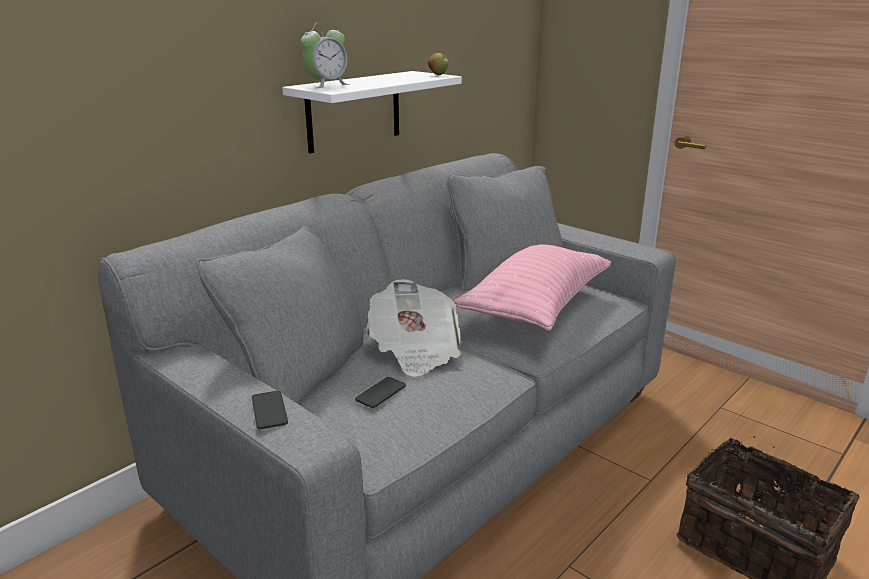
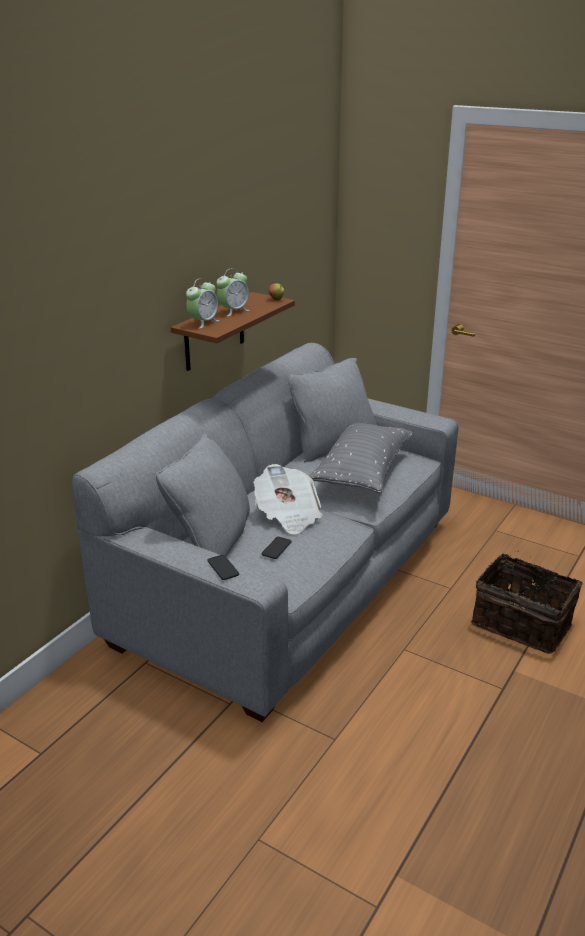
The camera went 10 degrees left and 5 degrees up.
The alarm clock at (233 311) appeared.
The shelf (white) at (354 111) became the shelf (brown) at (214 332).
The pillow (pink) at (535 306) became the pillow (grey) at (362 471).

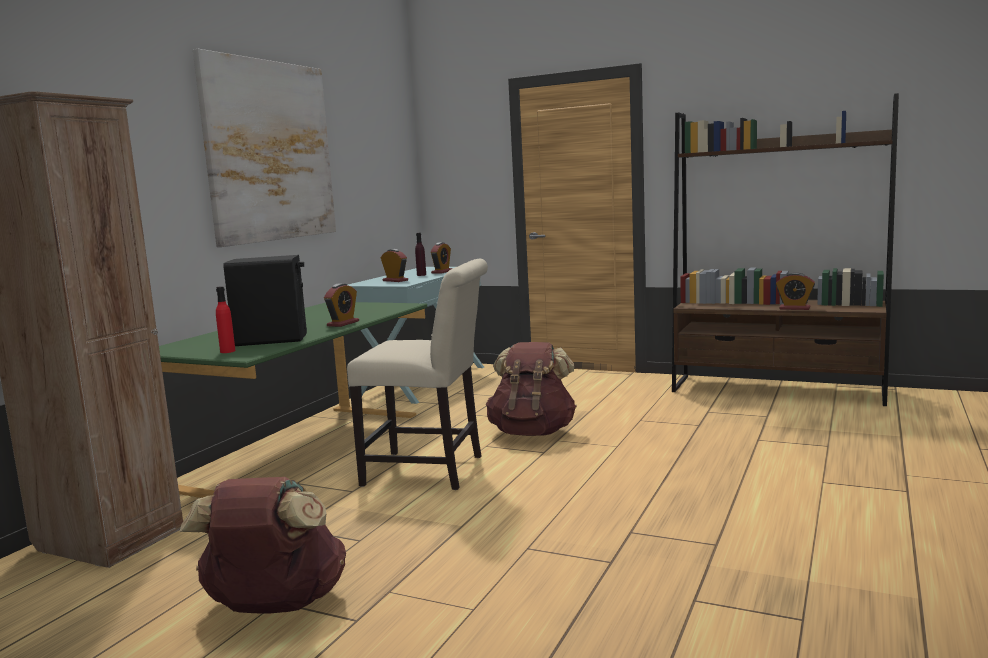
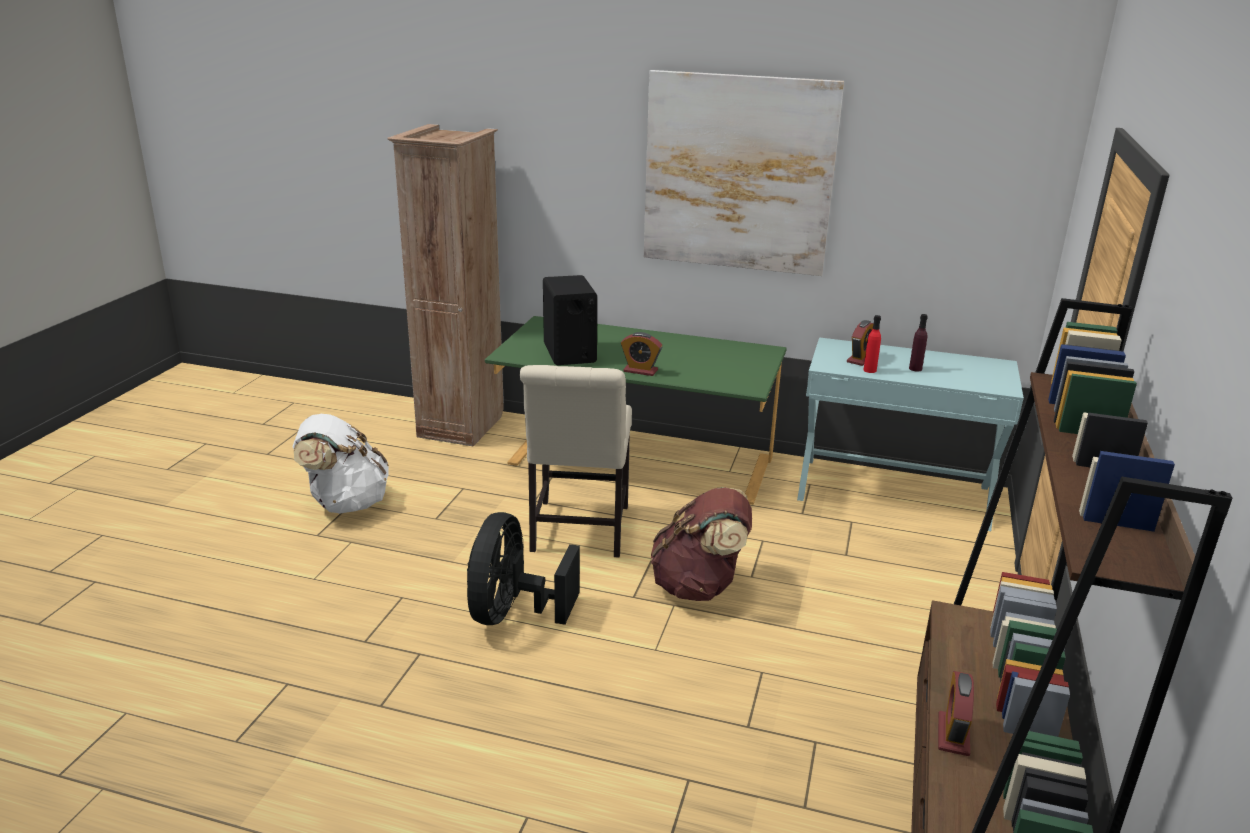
The camera went 80 degrees right and 15 degrees up.
The alarm clock at (442 272) disappeared.
The fan (black) at (513 613) appeared.
The bottle (red) moved from (227 351) to (869 370).
The backpack (brown) at (274 606) became the backpack (white) at (345 503).

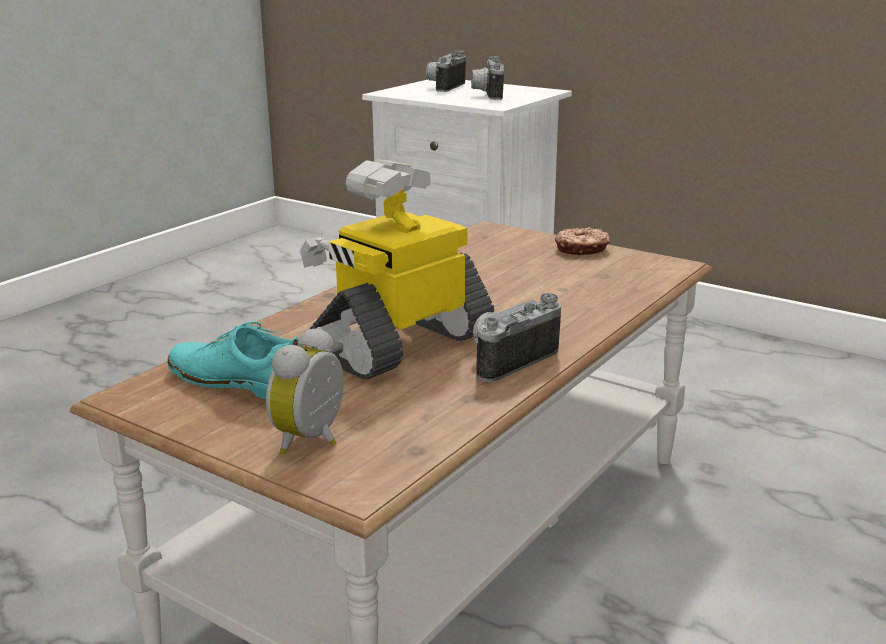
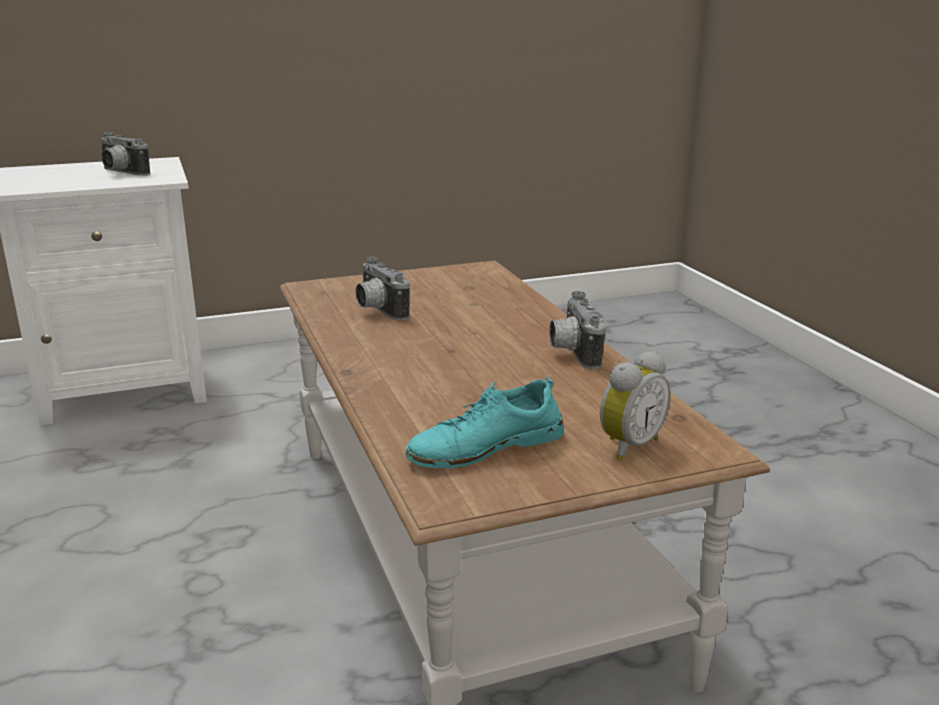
The camera went 55 degrees left and 0 degrees up.
The toy robot at (401 344) disappeared.
The donut at (582 249) disappeared.
The photo camera moved from (444 87) to (377 310).
The alarm clock at (314 441) turned 105 degrees counterclockwise.

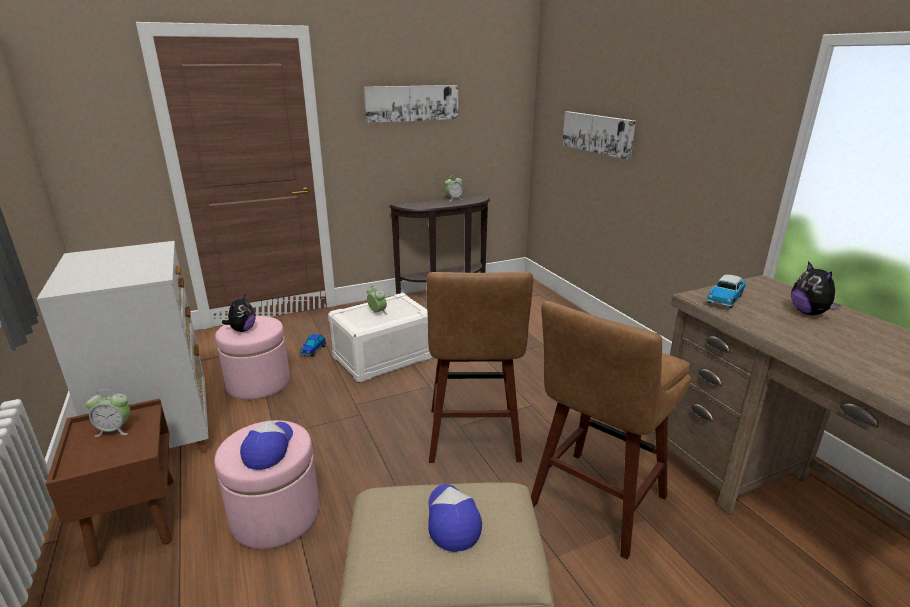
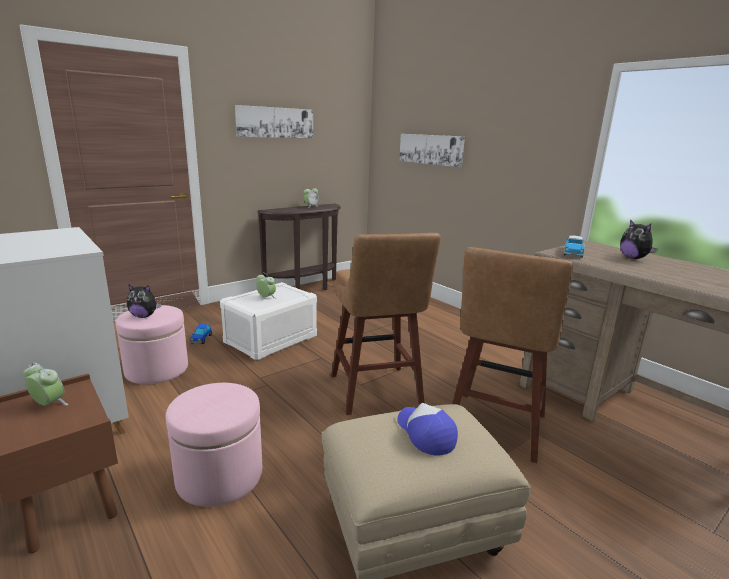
The camera went 15 degrees left and 5 degrees down.
The cap at (269 448) disappeared.
The alarm clock at (115 430) turned 135 degrees counterclockwise.
The plush toy at (242 330) turned 90 degrees clockwise.

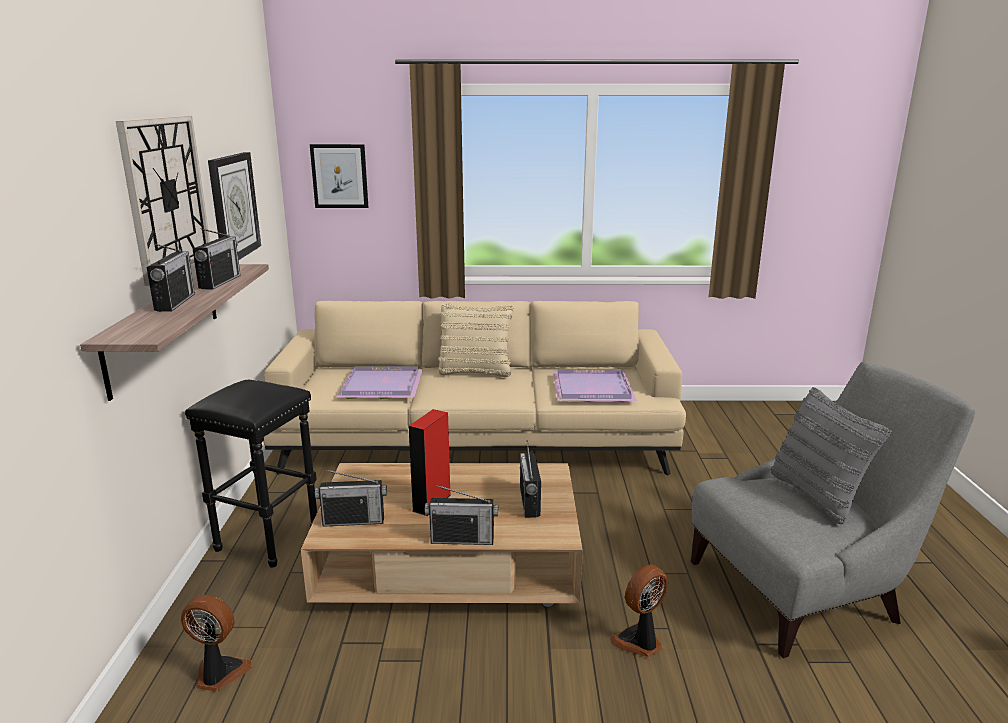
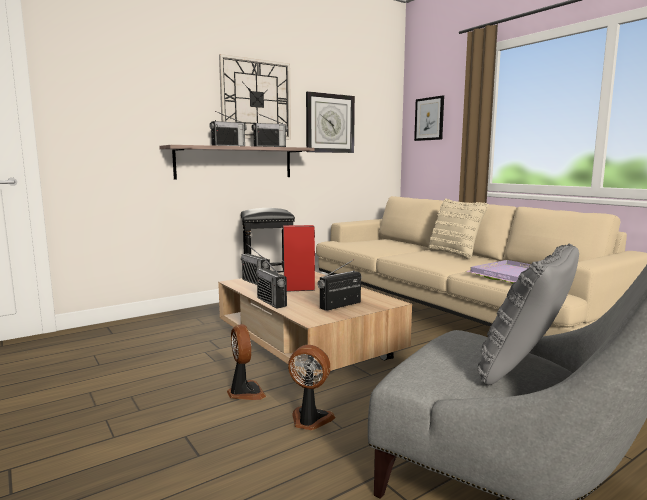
The camera went 55 degrees right and 10 degrees down.
The tray (purple) at (380 386) disappeared.
The fan moved from (219 674) to (245 392).

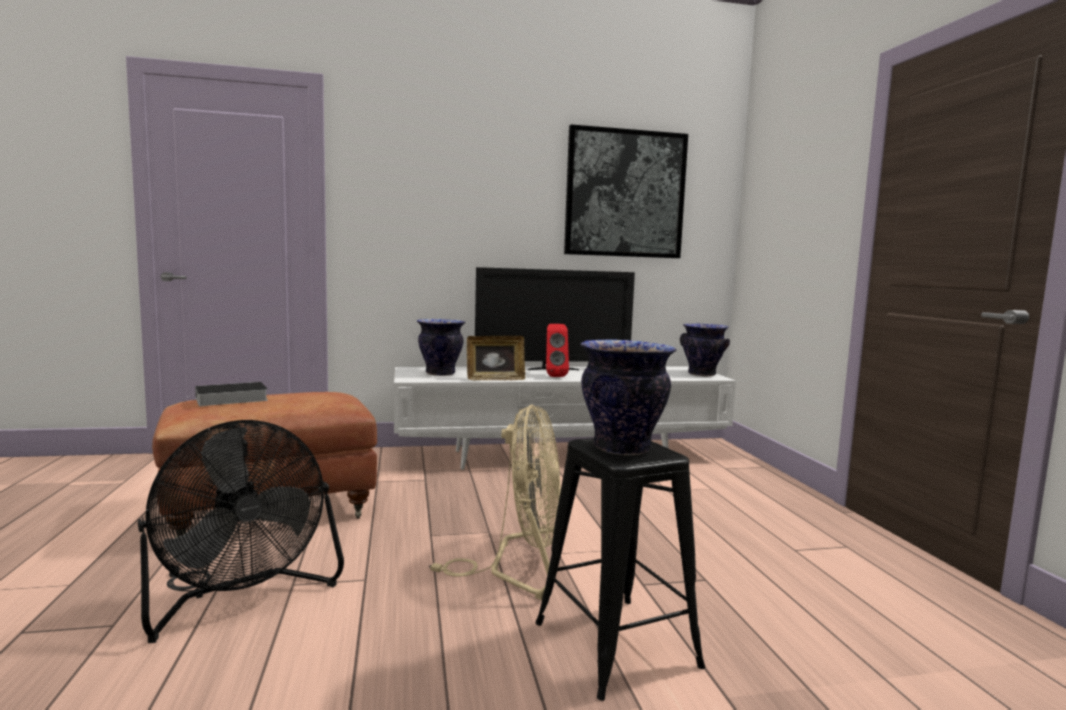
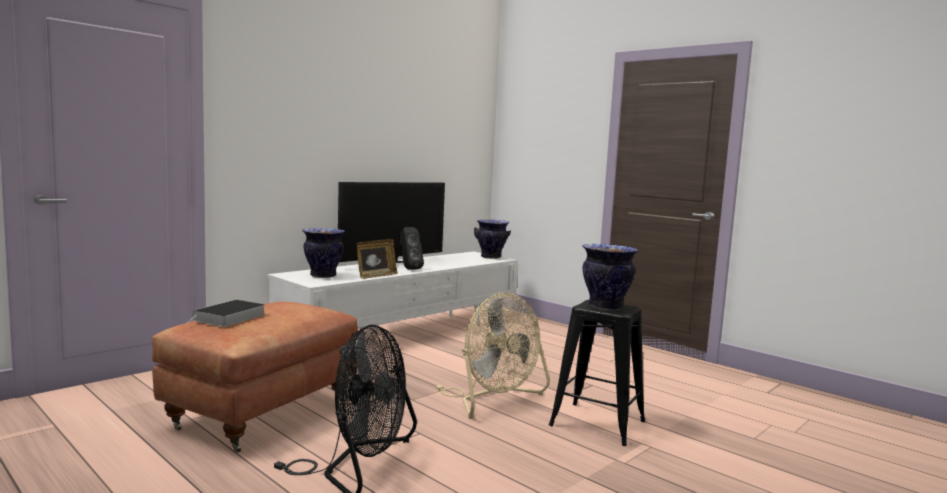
The camera went 35 degrees left and 0 degrees up.
The picture at (625 194) disappeared.
The speaker (red) at (555 376) became the speaker (black) at (408 269).
The fan (beige) at (518 561) turned 75 degrees clockwise.

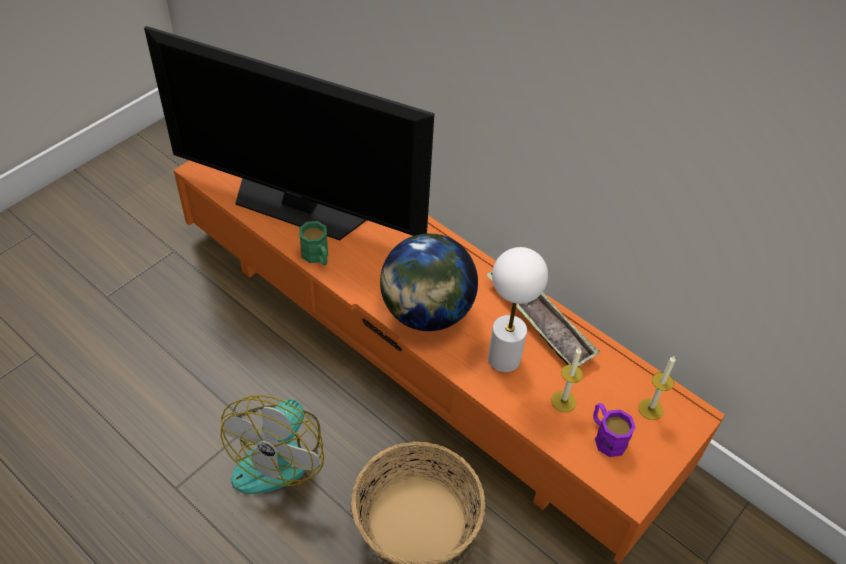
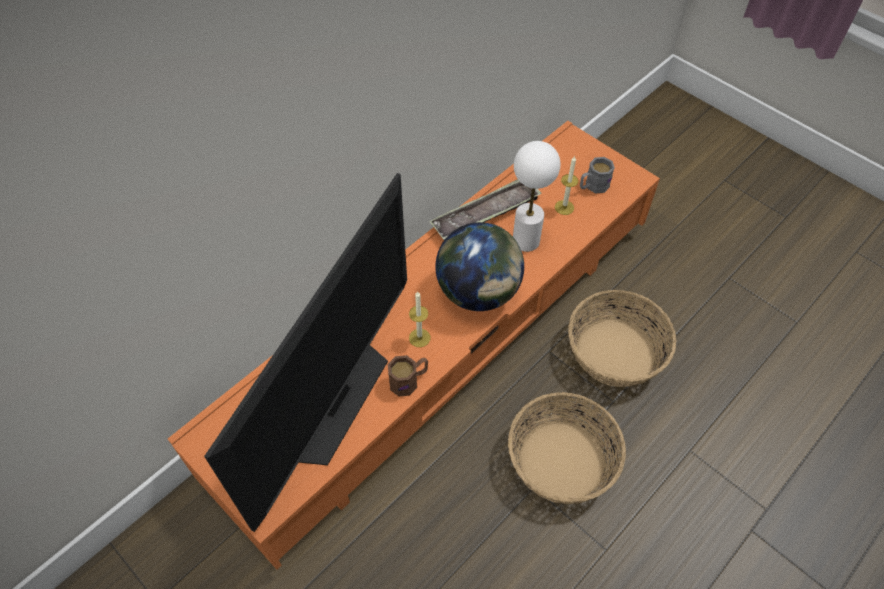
The camera went 85 degrees left and 5 degrees up.
The candle moved from (650 409) to (419 338).
The fan at (278 452) was replaced by the basket at (561 460).
The mug (green) at (317 257) became the mug (brown) at (409 381).
The mug (purple) at (606 437) became the mug (grey) at (593 186).

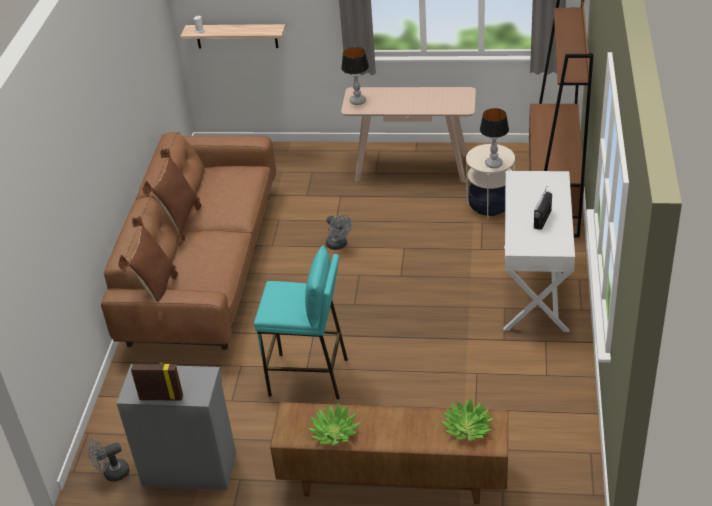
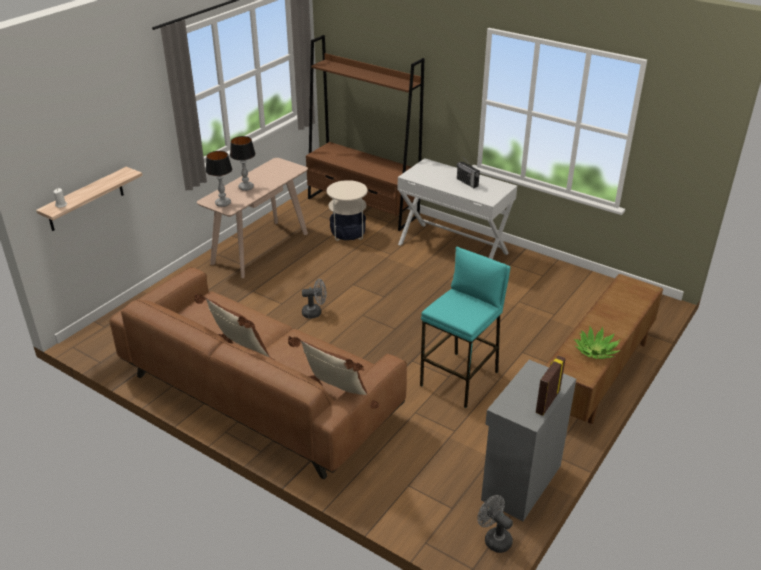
The camera went 65 degrees left and 5 degrees down.
The potted plant at (467 427) disappeared.
The table lamp moved from (493 164) to (246 187).
The fan (grey) at (112 473) turned 135 degrees clockwise.

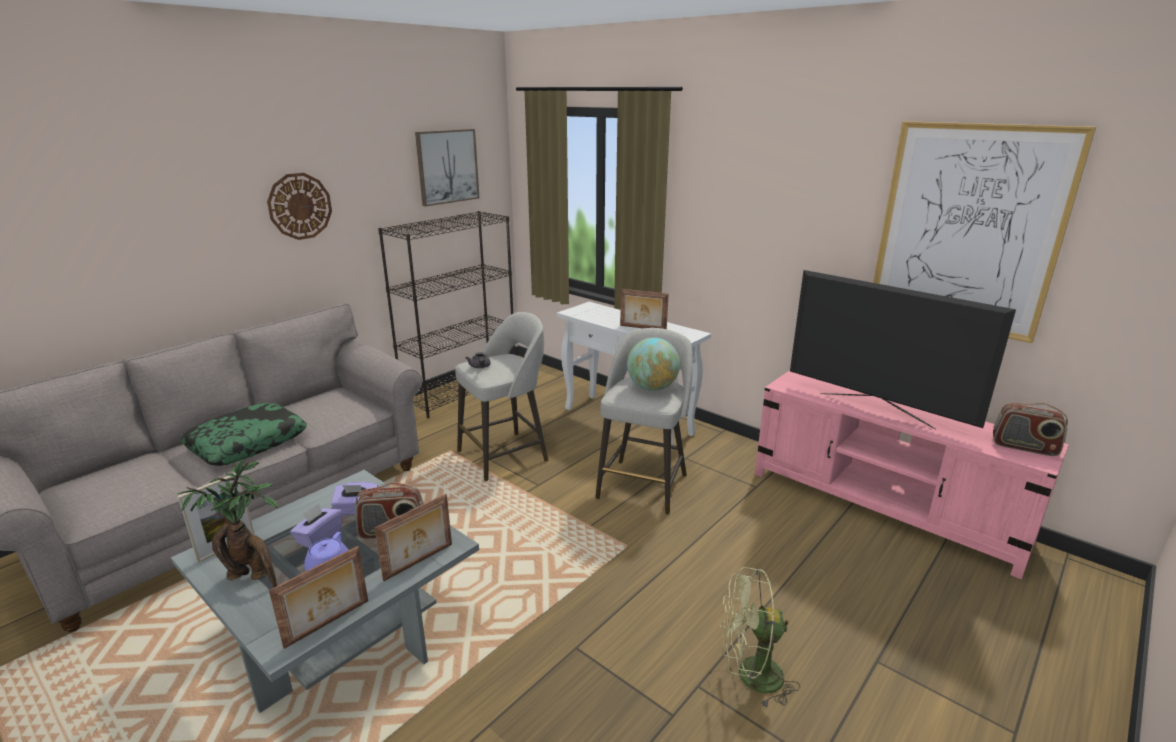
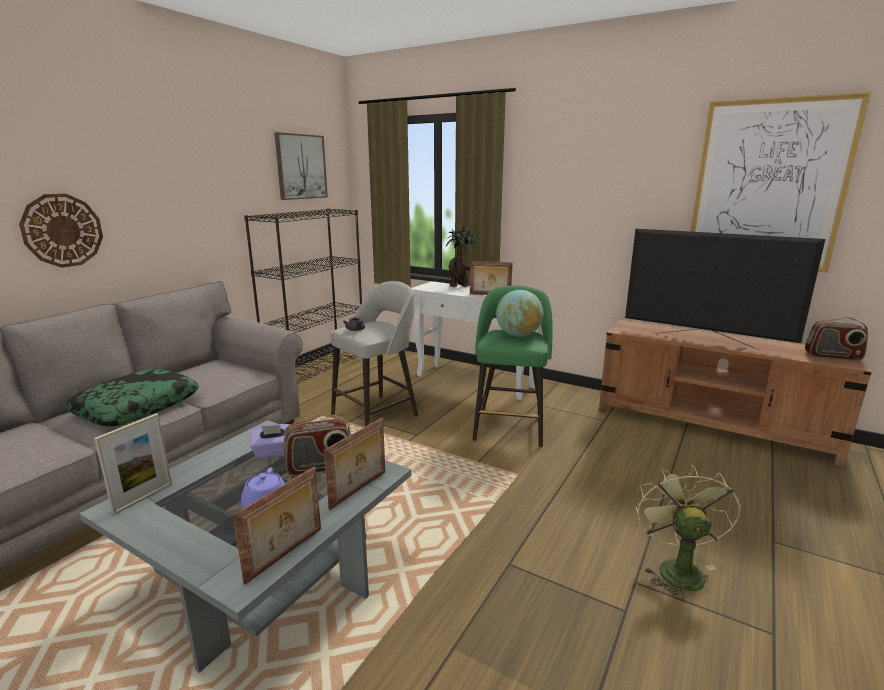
The camera went 10 degrees left and 5 degrees down.
The tissue box (purple) at (319 537) disappeared.
The potted plant moved from (252 576) to (462 287).
The wall clock moved from (300 206) to (62 230).
The stool (grey) at (643 484) became the stool (green) at (510 426).
The tv stand (pink) at (884 506) became the tv stand (brown) at (712 425).
The fan (green) at (750 676) turned 105 degrees clockwise.

